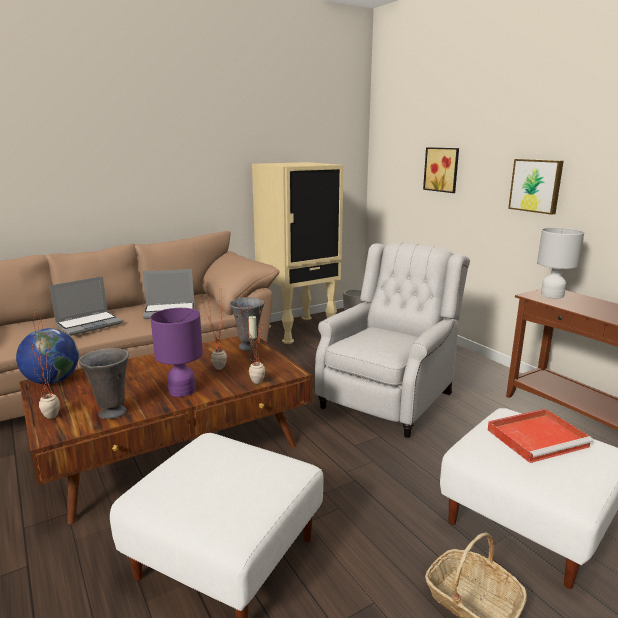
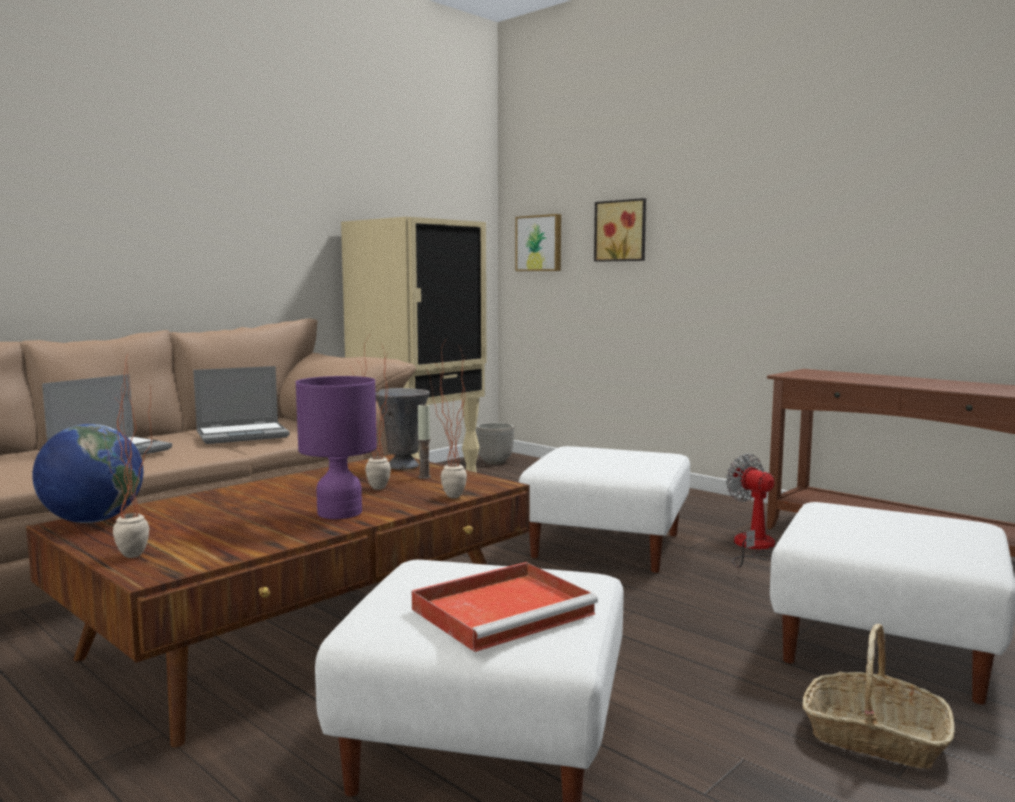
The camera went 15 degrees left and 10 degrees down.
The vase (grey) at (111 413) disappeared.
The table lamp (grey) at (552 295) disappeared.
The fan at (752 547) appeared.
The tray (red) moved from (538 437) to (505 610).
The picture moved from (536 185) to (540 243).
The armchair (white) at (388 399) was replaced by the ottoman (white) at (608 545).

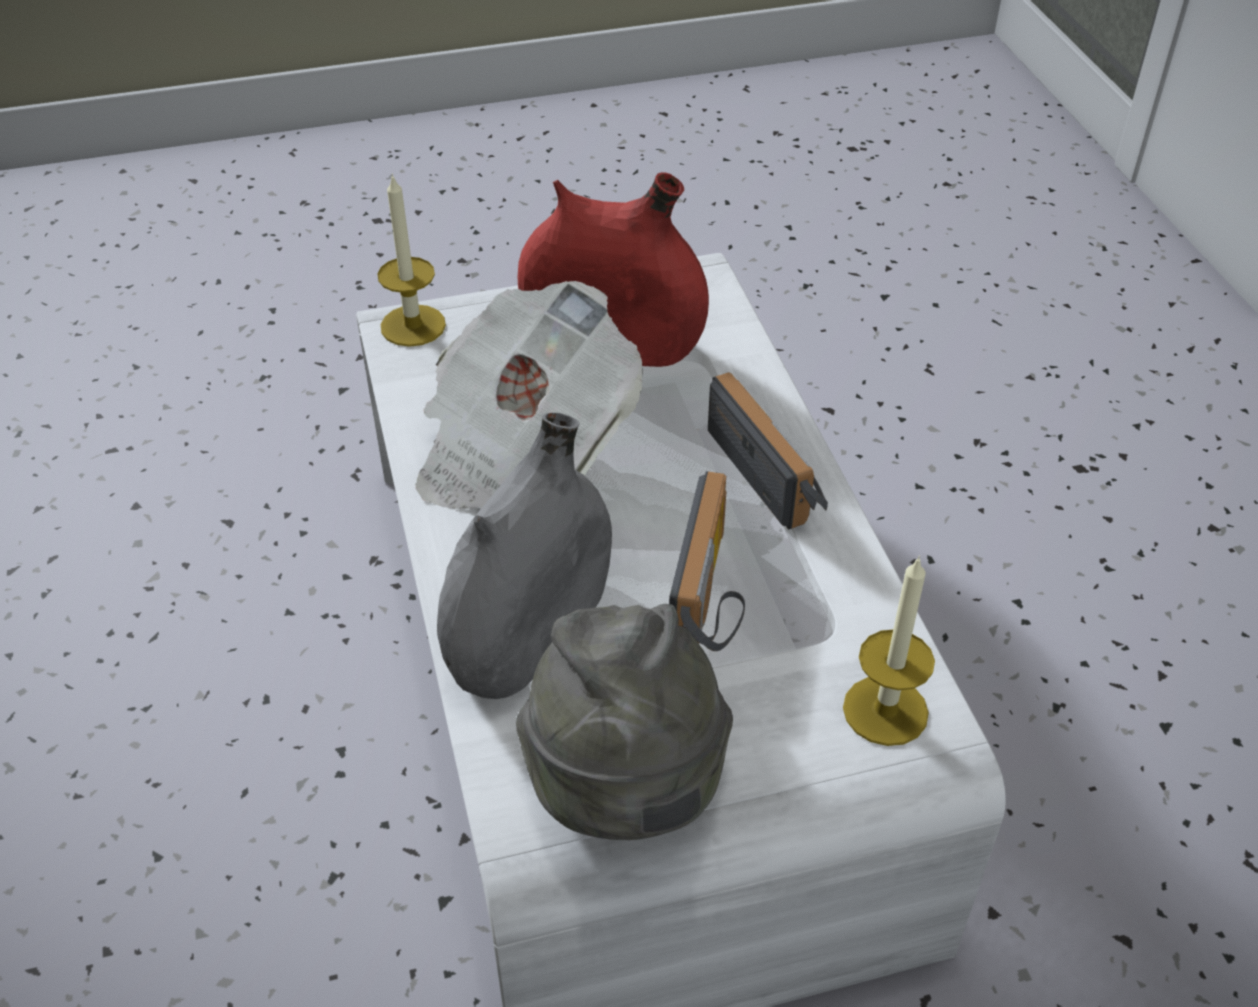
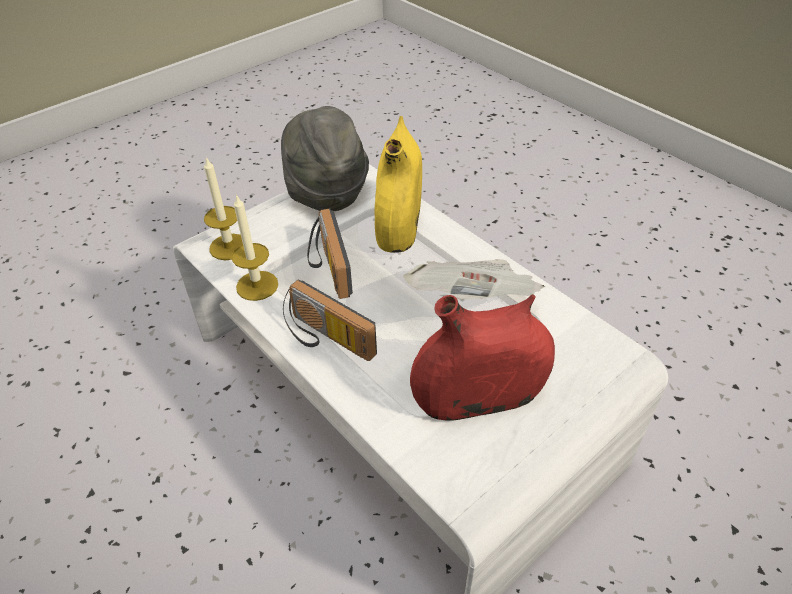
The camera went 155 degrees right and 0 degrees up.
The candle moved from (413 325) to (257 285).
The vase (grey) at (531 632) became the vase (yellow) at (399 225).

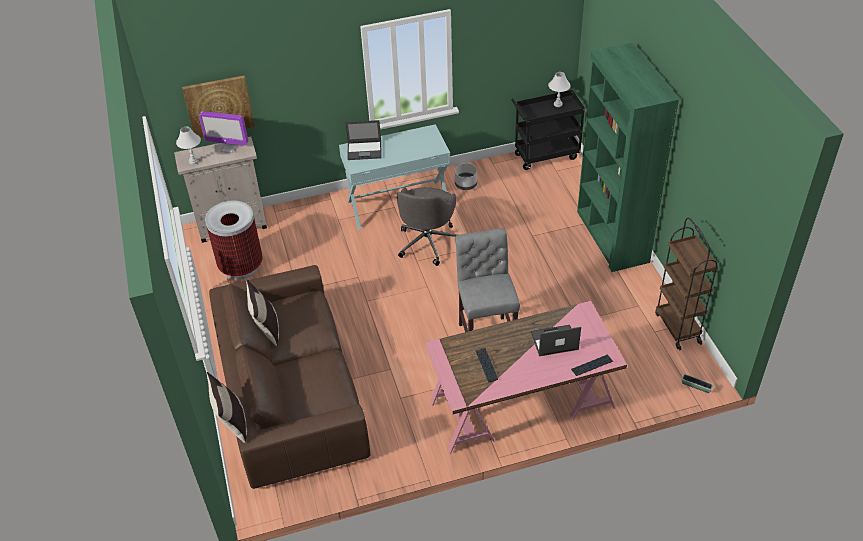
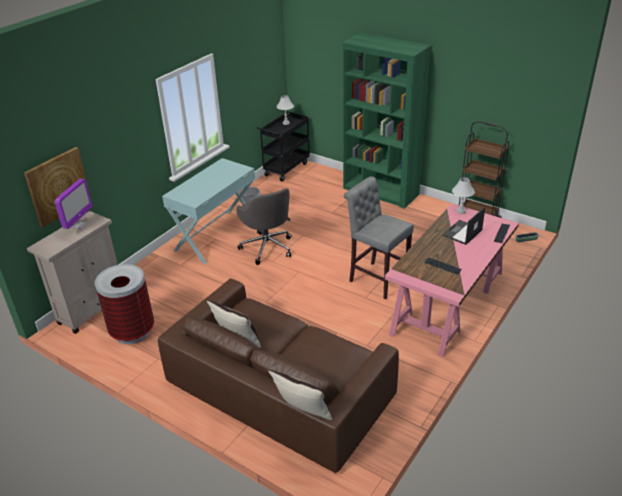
The camera went 40 degrees left and 10 degrees down.
The laptop at (365 150) disappeared.
The table lamp (white) moved from (194 161) to (461 211).
The monitor at (229 148) turned 45 degrees counterclockwise.

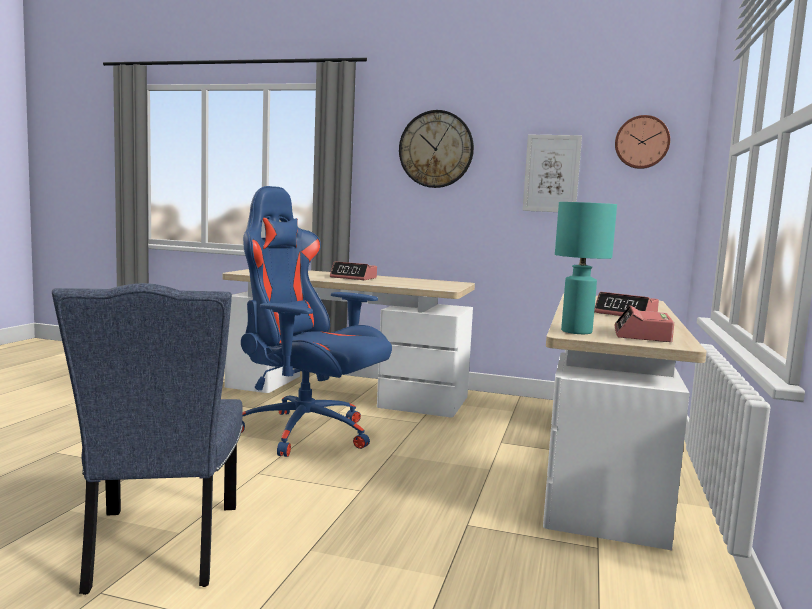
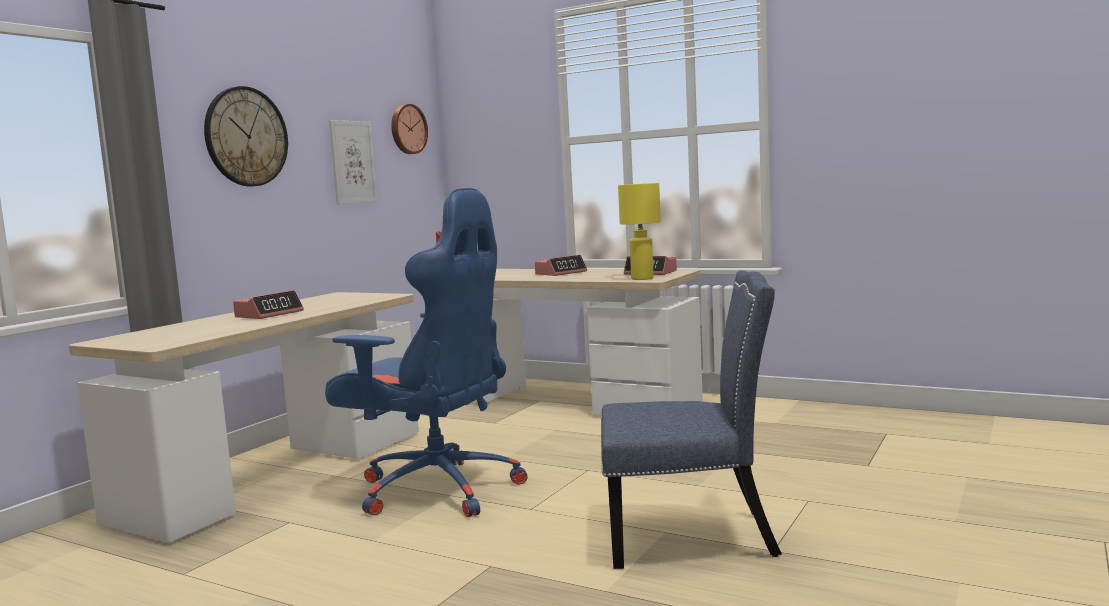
The camera went 75 degrees left and 0 degrees up.
The table lamp (turquoise) at (576 331) became the table lamp (yellow) at (641 279).
The office chair (blue) at (313 435) turned 105 degrees counterclockwise.

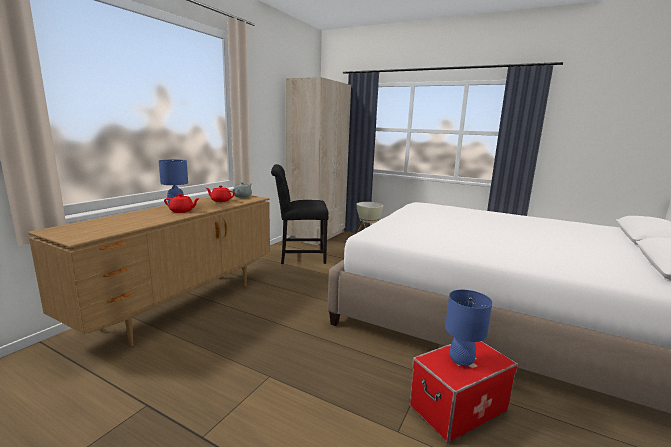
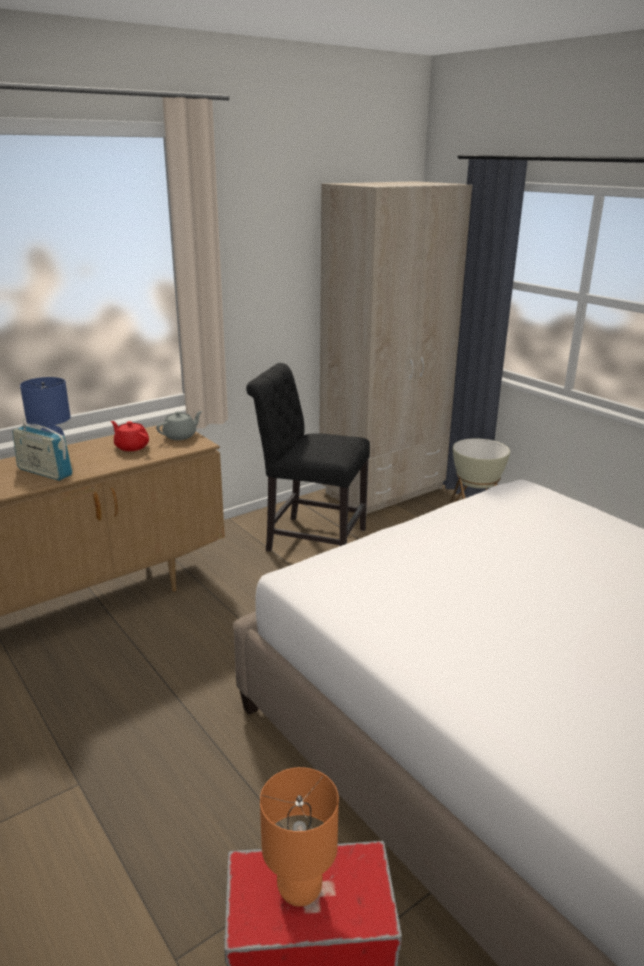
The camera went 25 degrees right and 10 degrees up.
The teapot (red) at (182 211) was replaced by the radio at (45 472).
The table lamp (blue) at (462 362) became the table lamp (orange) at (299 893).

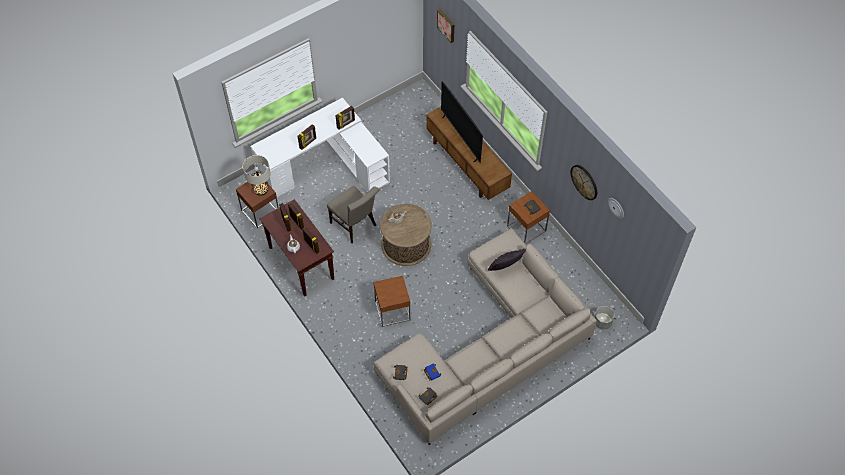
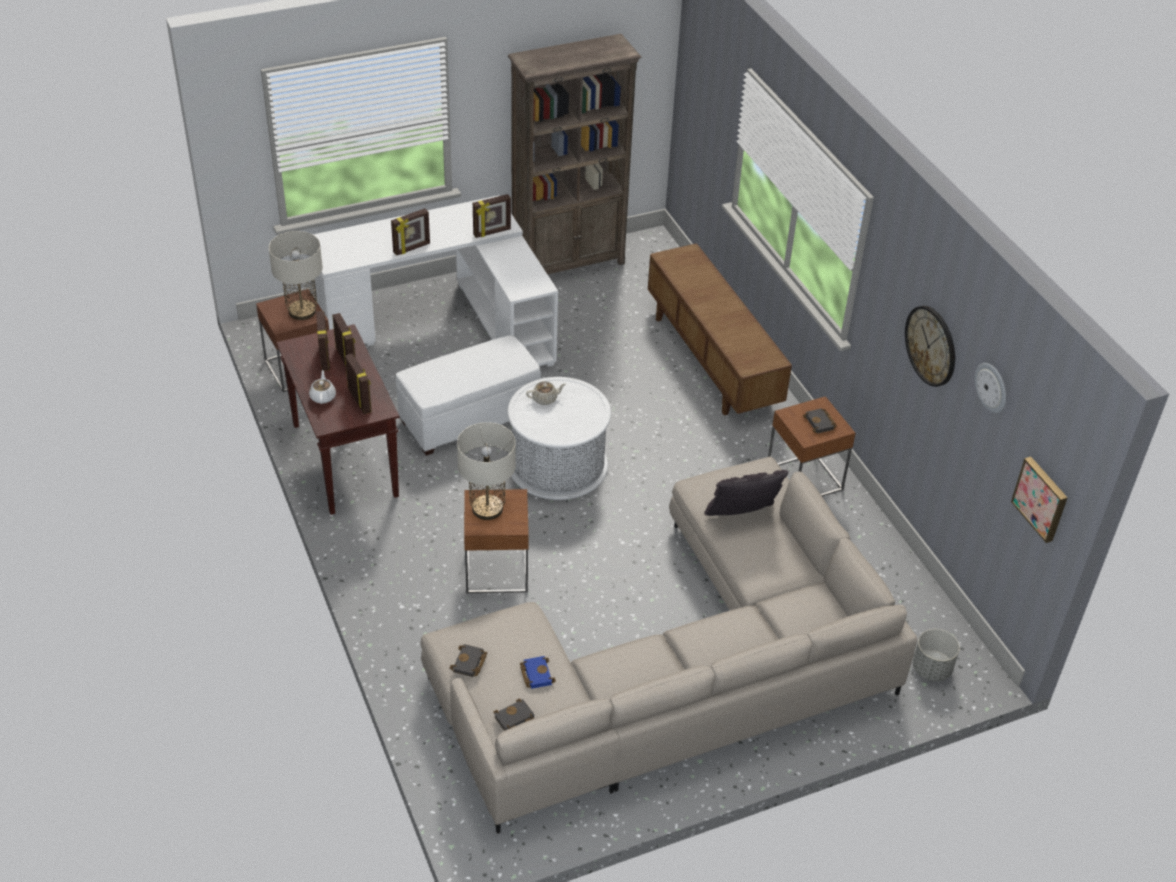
The camera went 10 degrees right and 15 degrees down.
The television at (461 138) disappeared.
The table lamp at (487 509) appeared.
The bookcase (brown) at (569 263) appeared.
The picture moved from (446 25) to (1041 498).
The chair (beige) at (355 225) was replaced by the ottoman (white) at (469 418).
The coffee table (brown) at (406 244) became the coffee table (white) at (558 465).

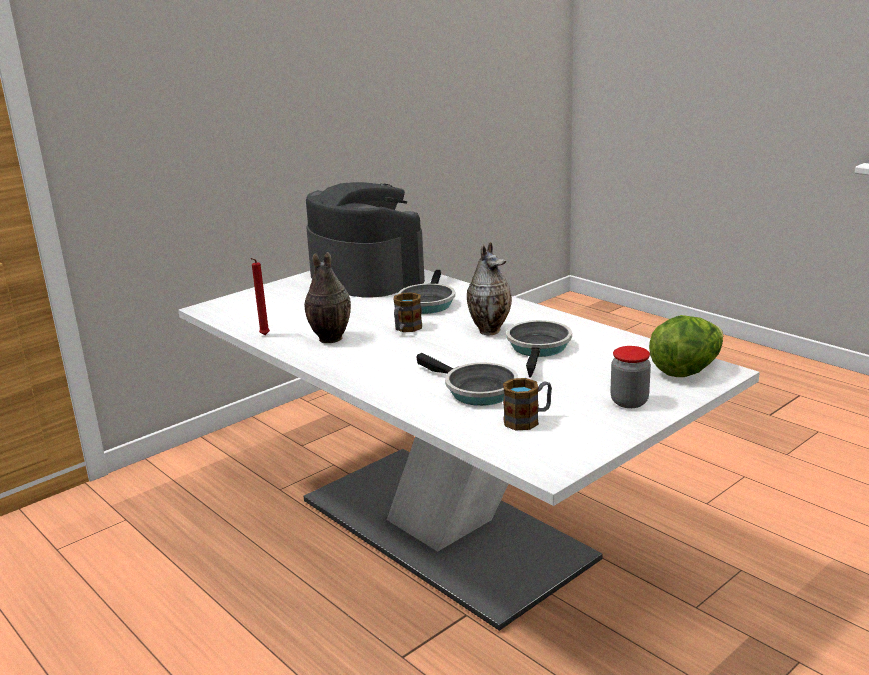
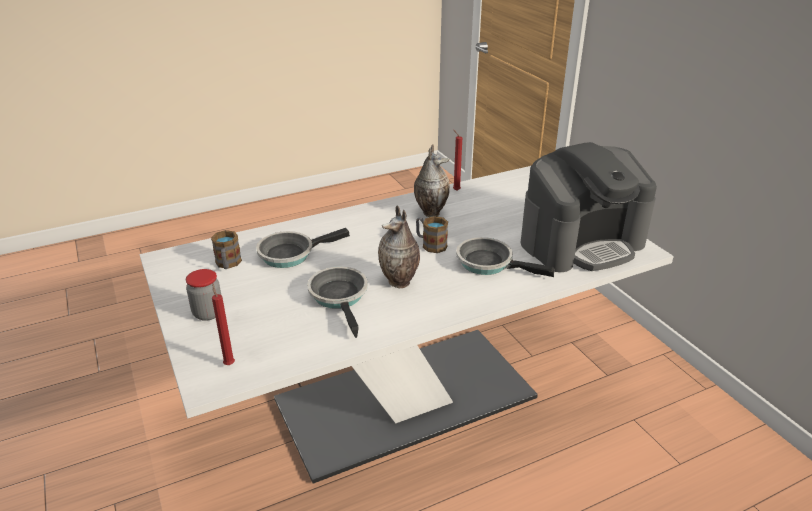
The camera went 105 degrees right and 10 degrees up.
The lettuce at (686 370) was replaced by the candle (red) at (229 363).
The frying pan at (539 349) turned 135 degrees counterclockwise.

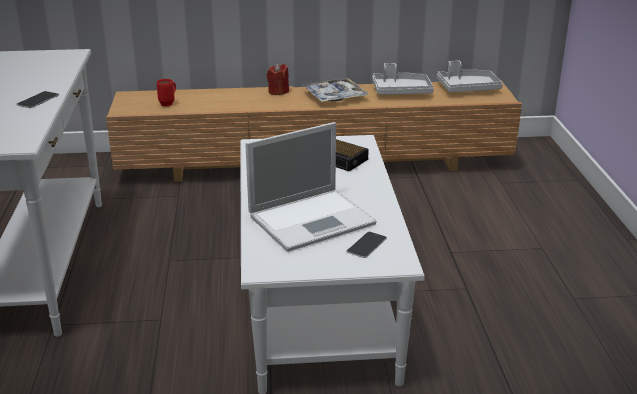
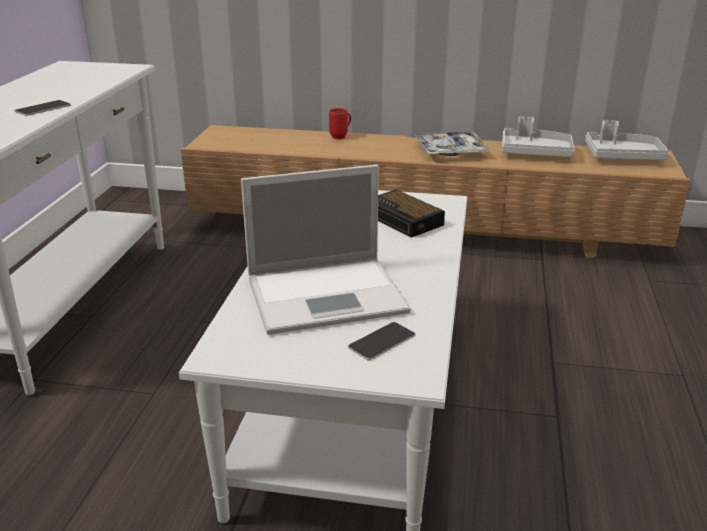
The camera went 15 degrees right and 0 degrees up.
The candle (red) at (278 92) disappeared.
The mug (red) moved from (169 103) to (341 136).

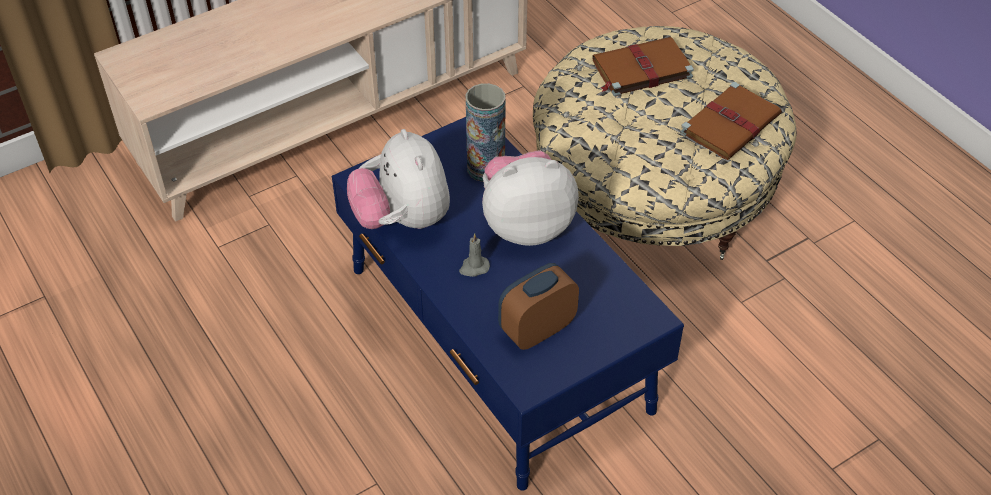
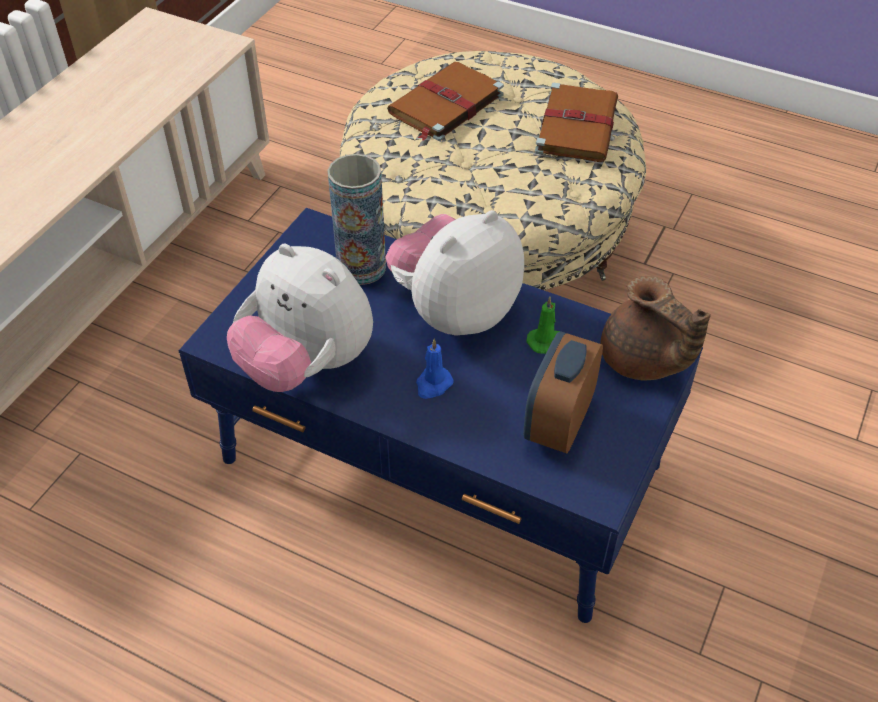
The camera went 30 degrees left and 0 degrees up.
The candle (green) at (546 341) appeared.
The teapot (brown) at (642 361) appeared.
The candle (grey) at (474 267) became the candle (blue) at (433 384).

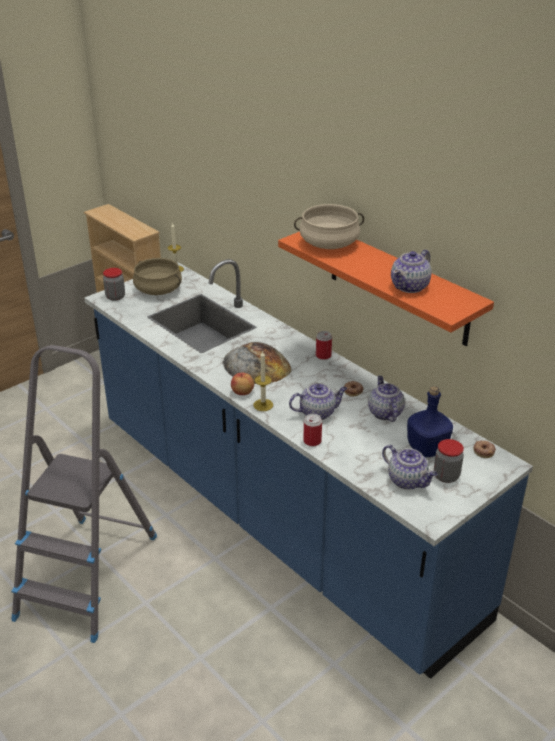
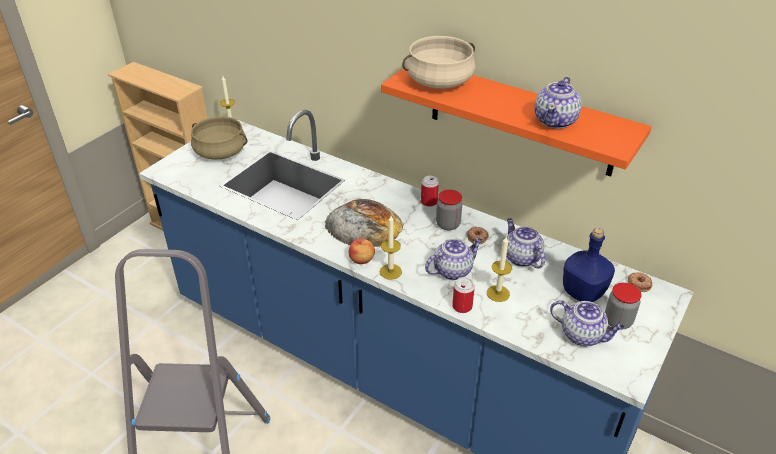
The camera went 15 degrees left and 5 degrees up.
The candle at (498 293) appeared.
The jar moved from (115 297) to (448 224).

